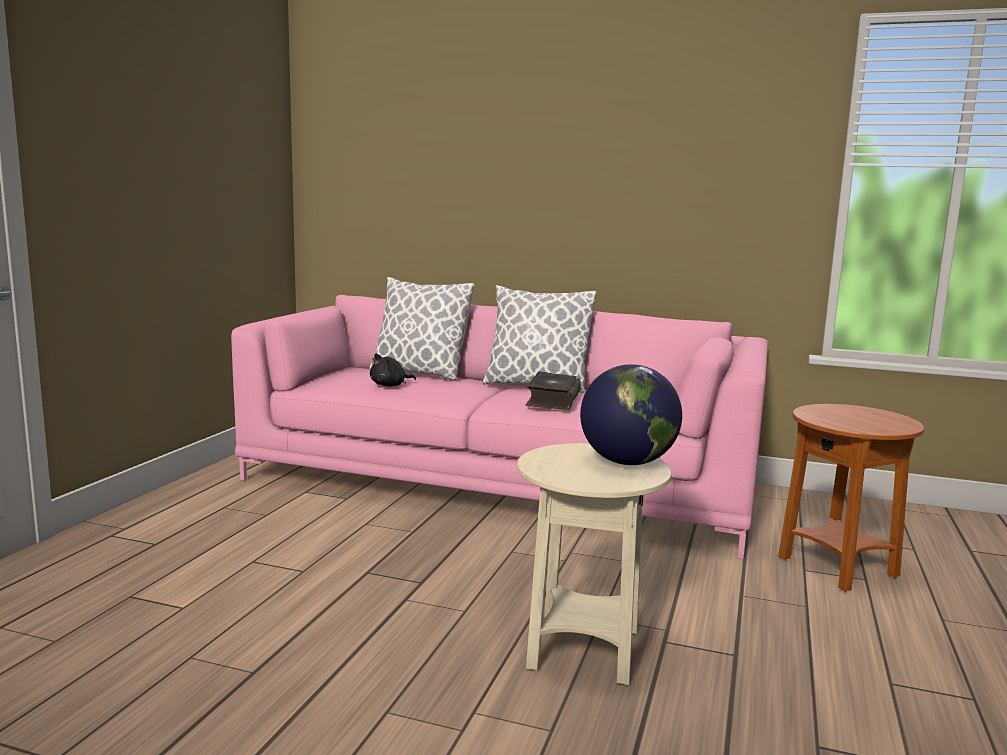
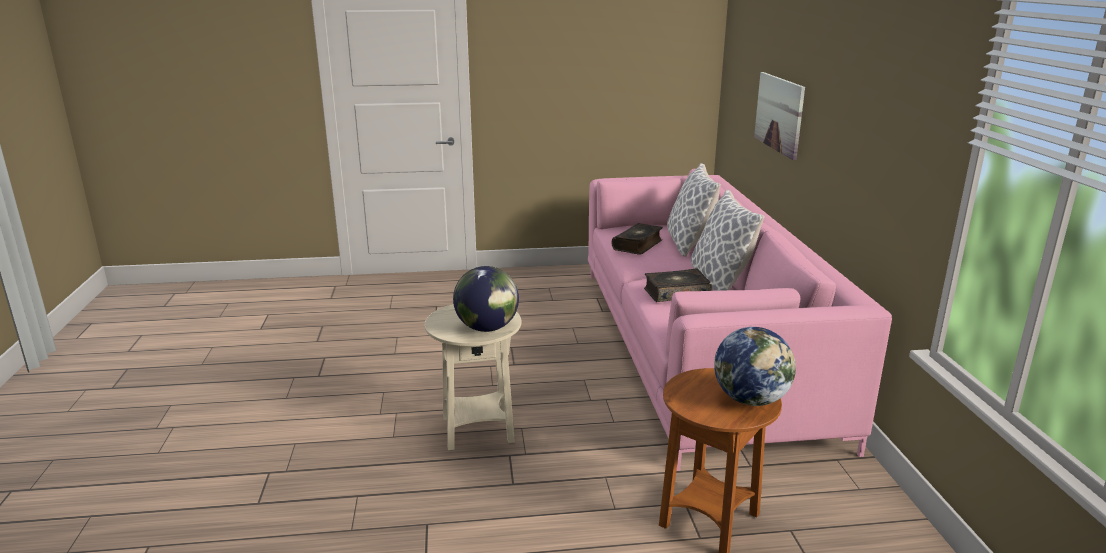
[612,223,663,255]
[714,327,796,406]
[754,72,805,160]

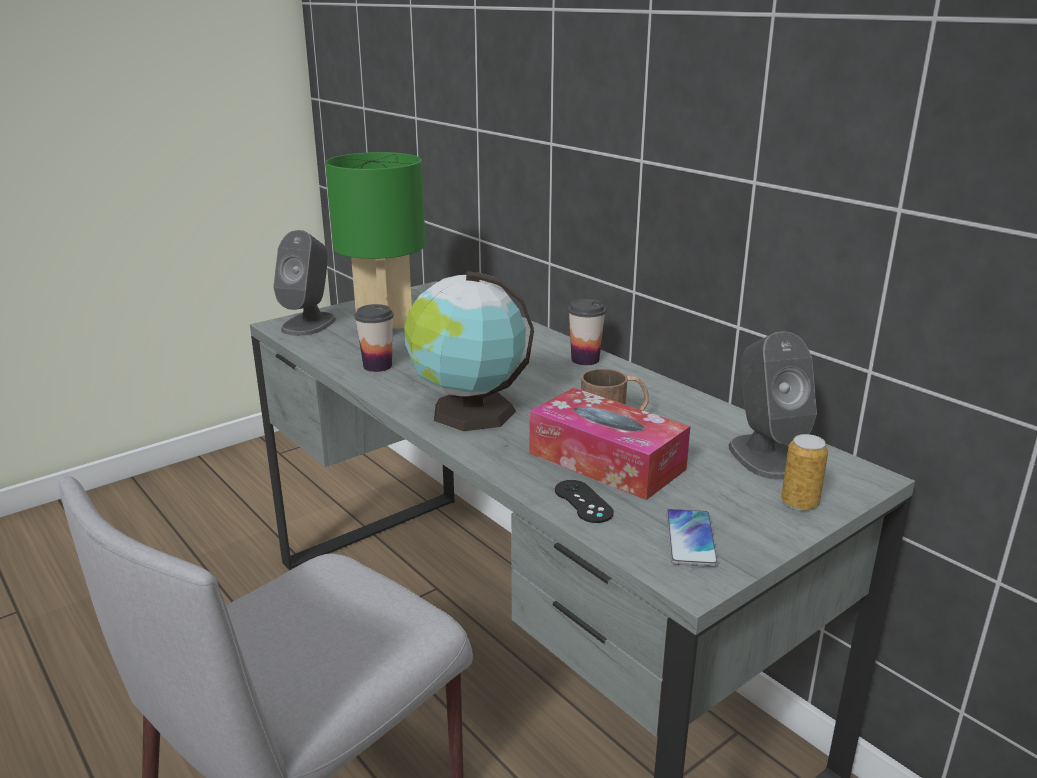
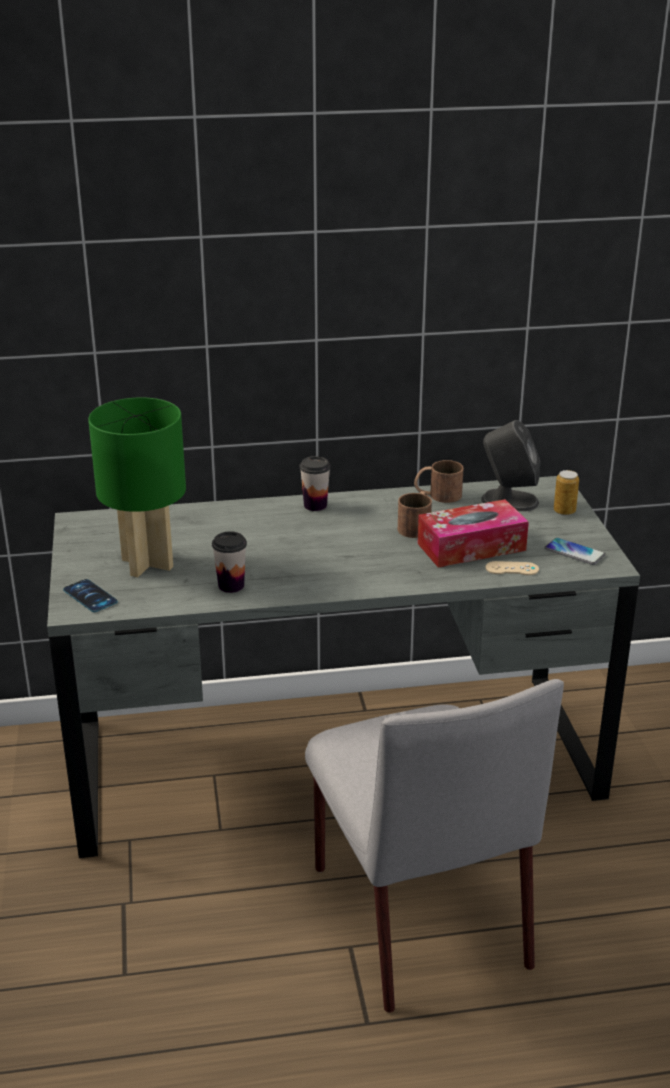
[63,579,118,612]
[404,271,534,431] (first image)
[485,561,539,575]
[414,460,464,503]

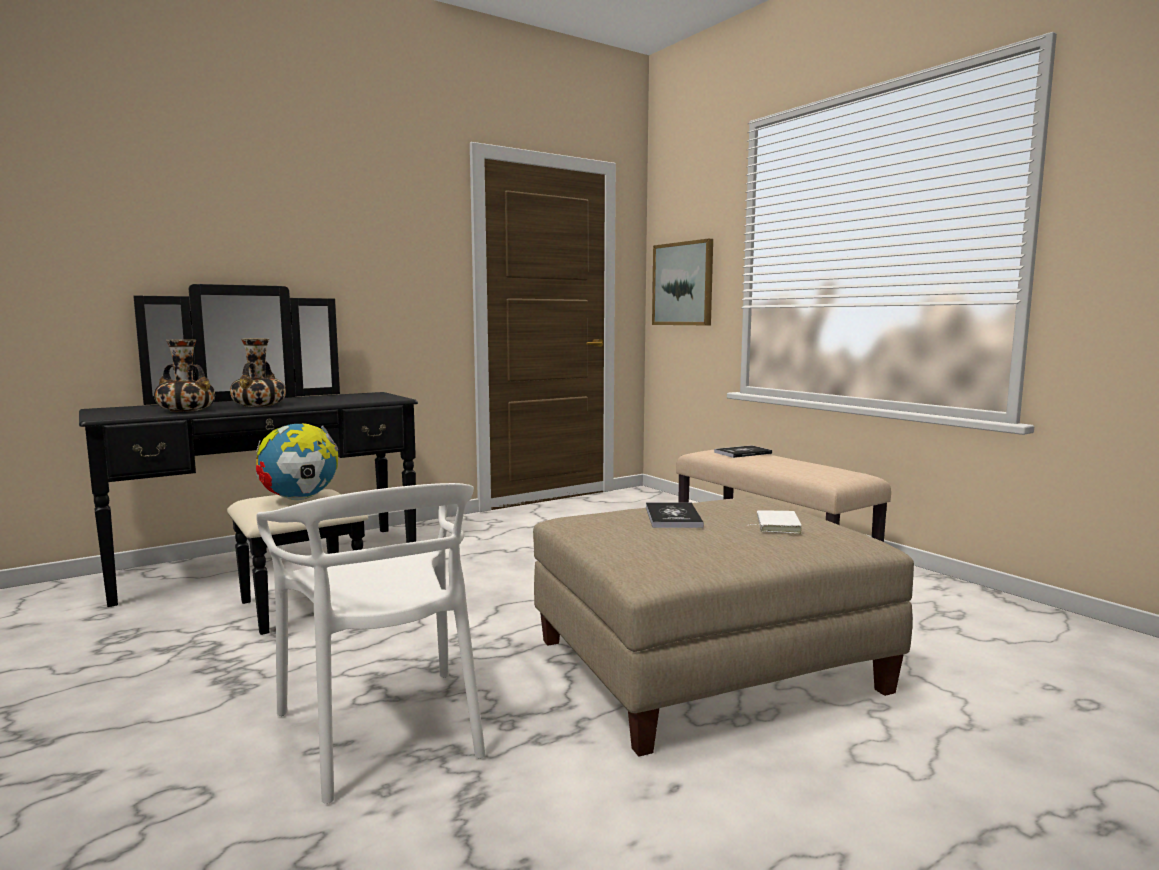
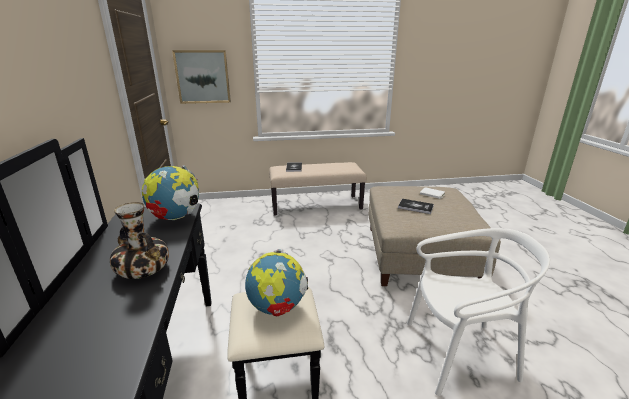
[154,339,215,412] (first image)
[142,165,199,220]

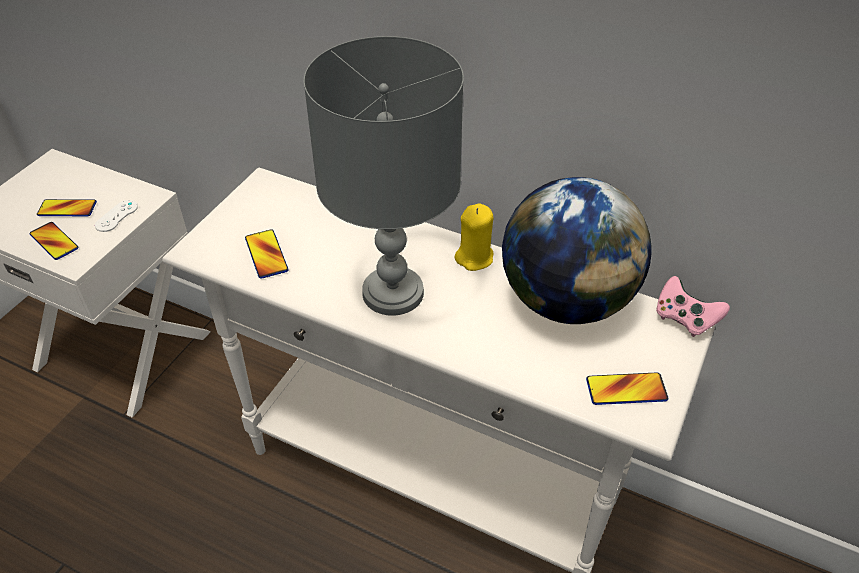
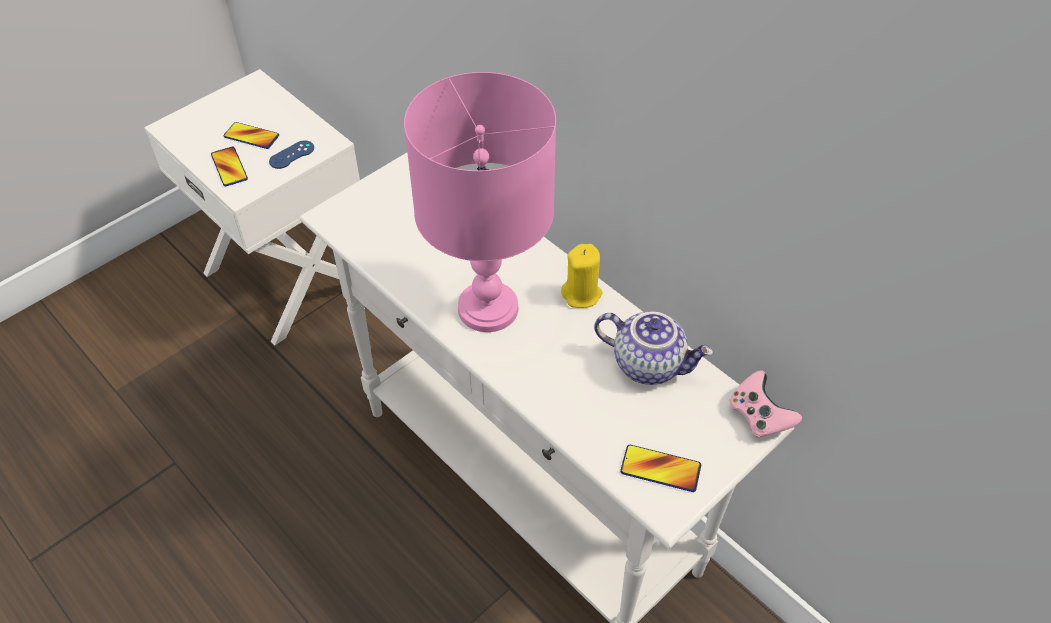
[269,141,314,169]
[245,229,288,279] (first image)
[404,72,556,332]
[594,312,713,385]

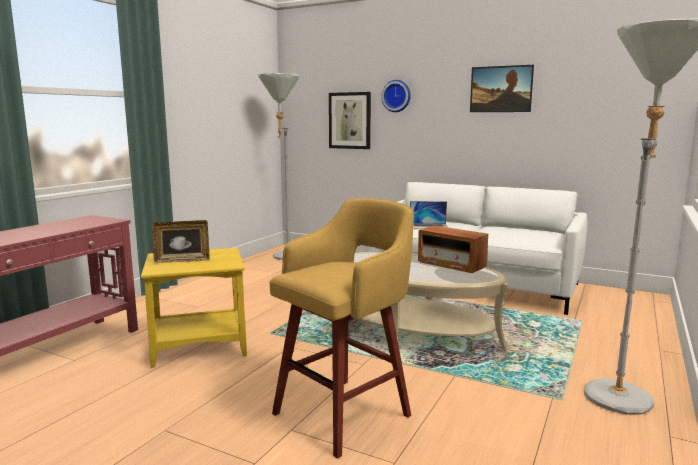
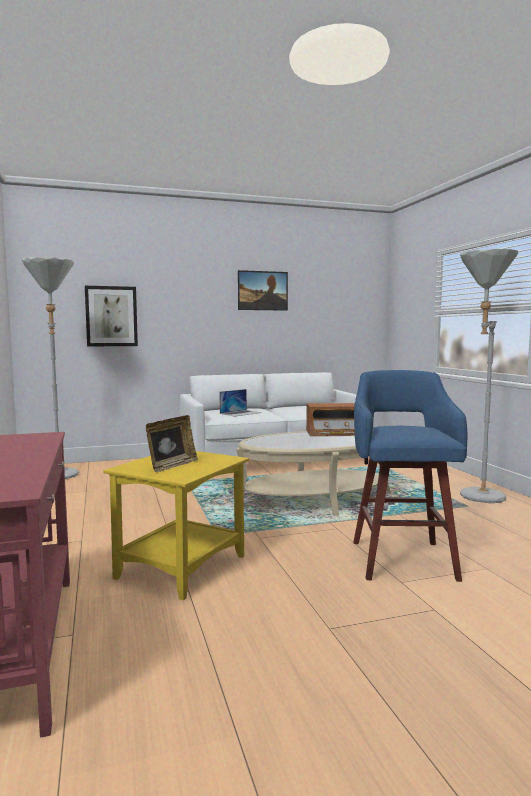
[353,370,467,582]
[381,80,411,112] (first image)

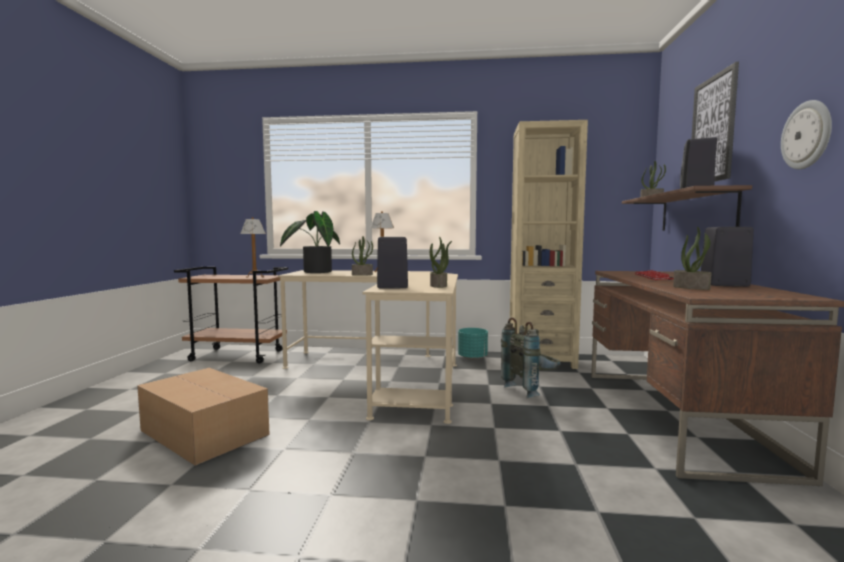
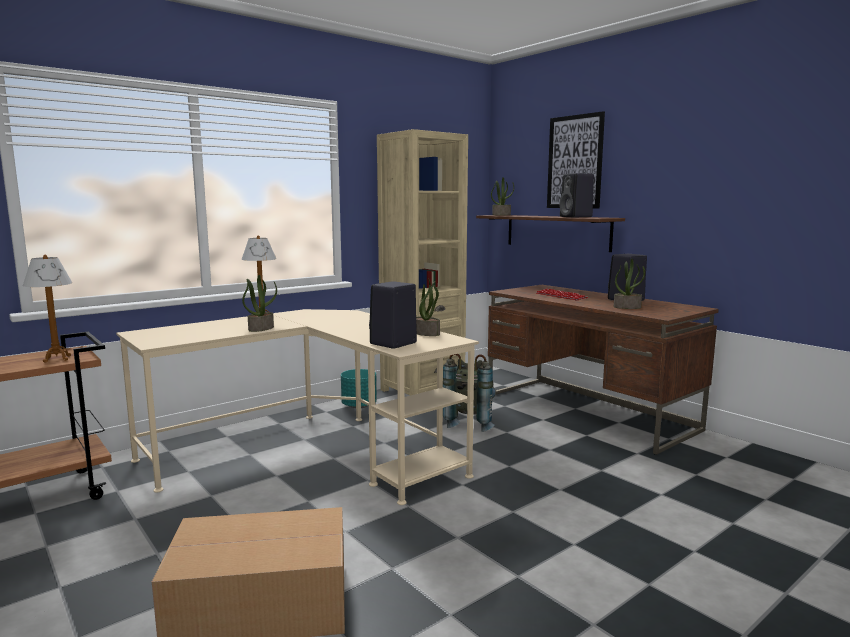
[280,211,340,273] (first image)
[781,100,832,169] (first image)

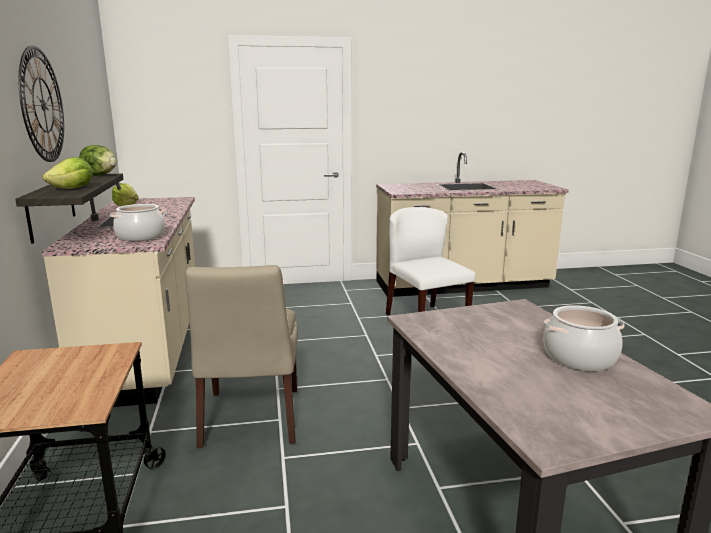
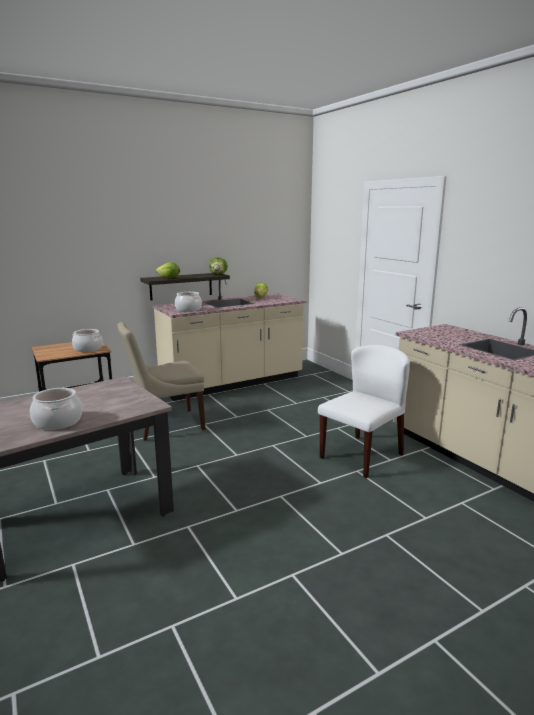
[18,45,64,162] (first image)
[72,329,103,352]

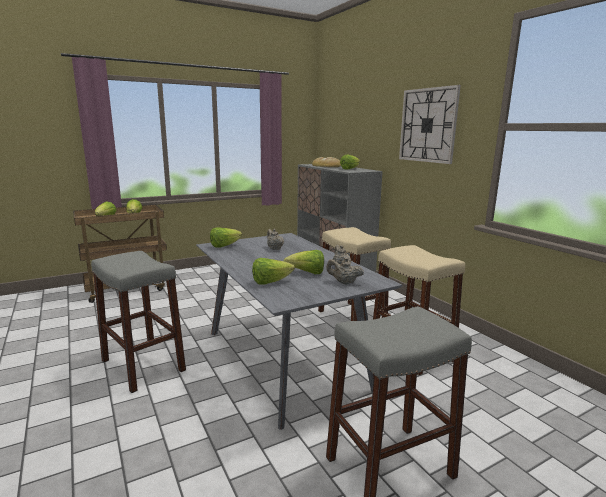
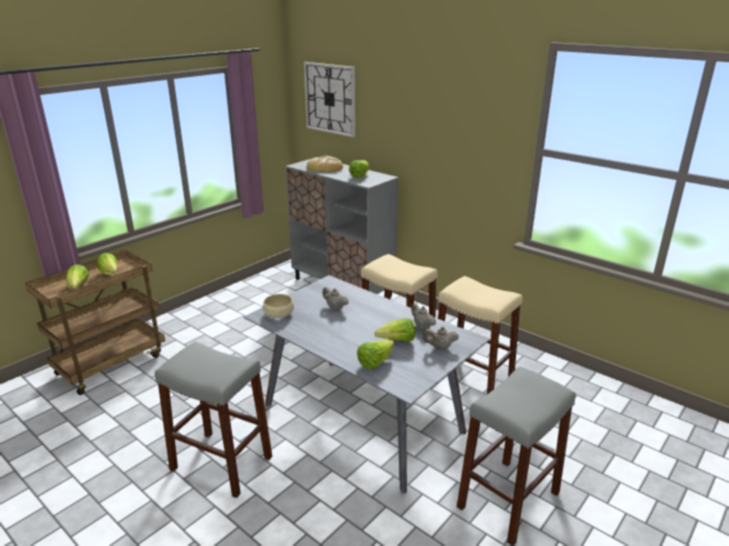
[263,294,294,318]
[304,62,355,137]

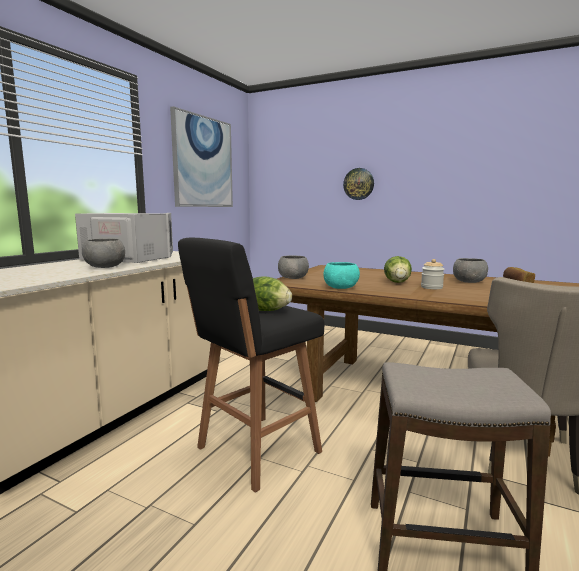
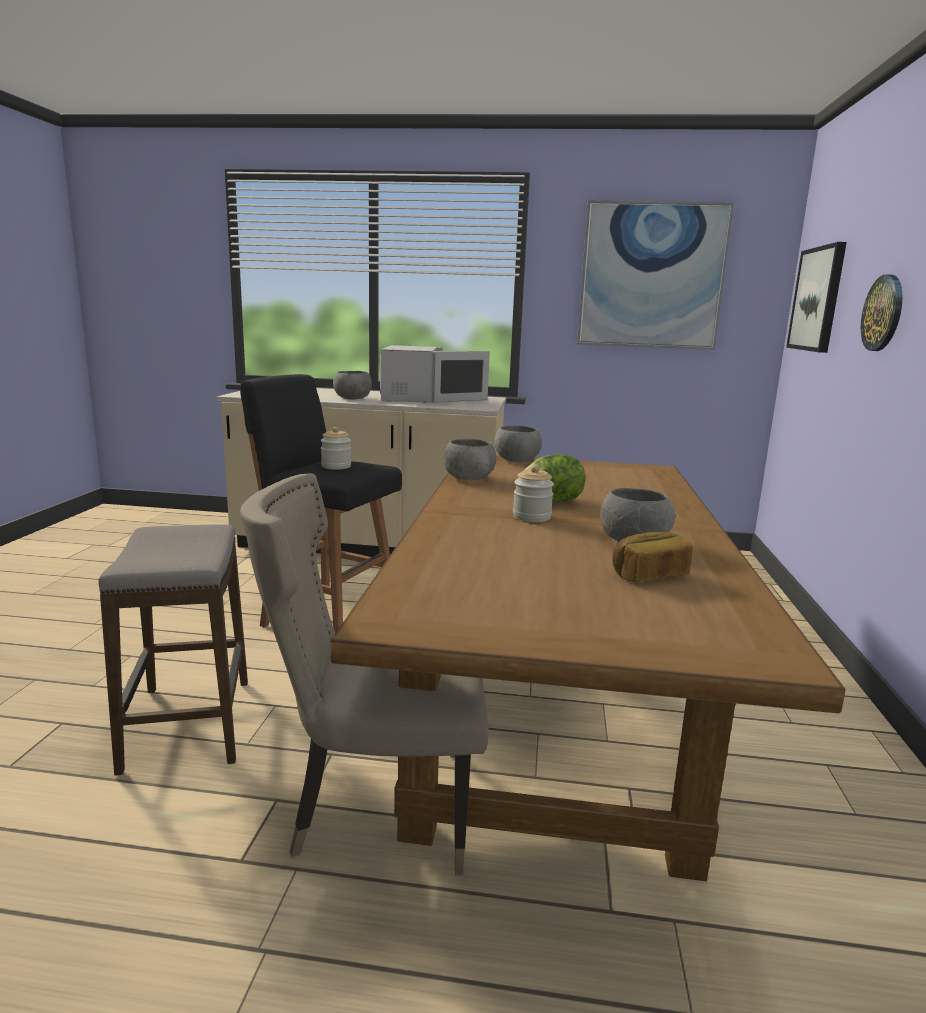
[321,427,351,469]
[443,439,496,480]
[786,242,847,353]

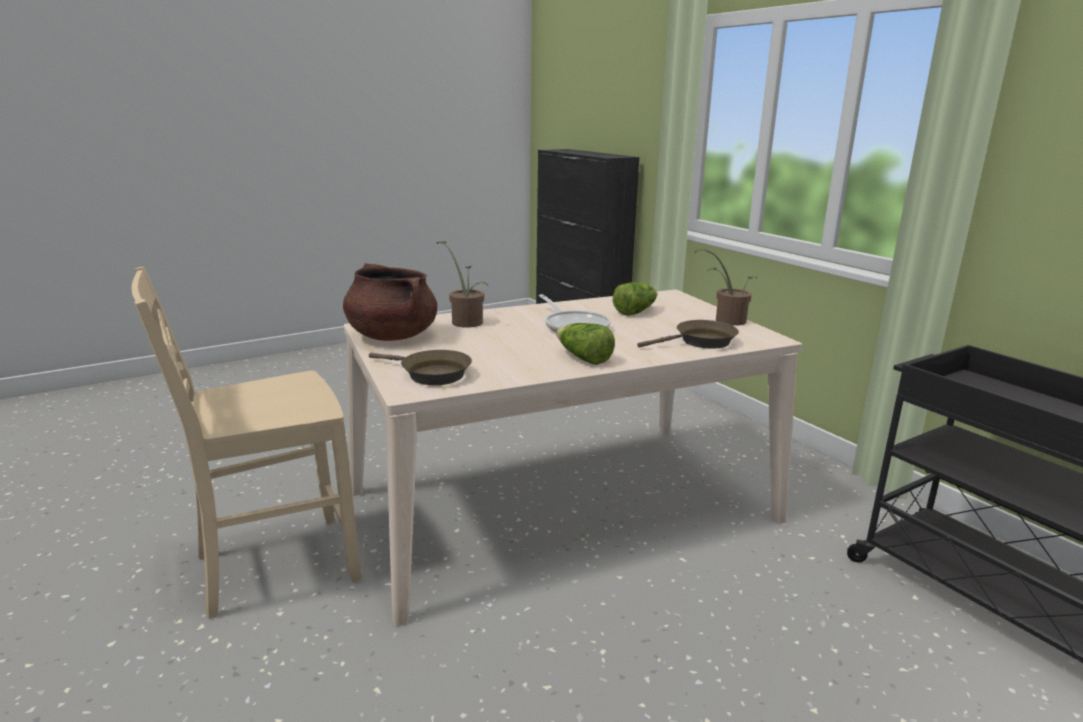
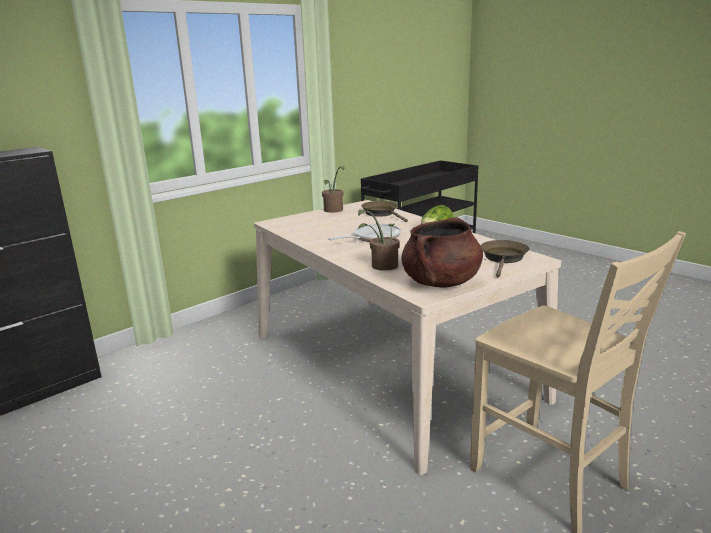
[613,282,658,316] (first image)

